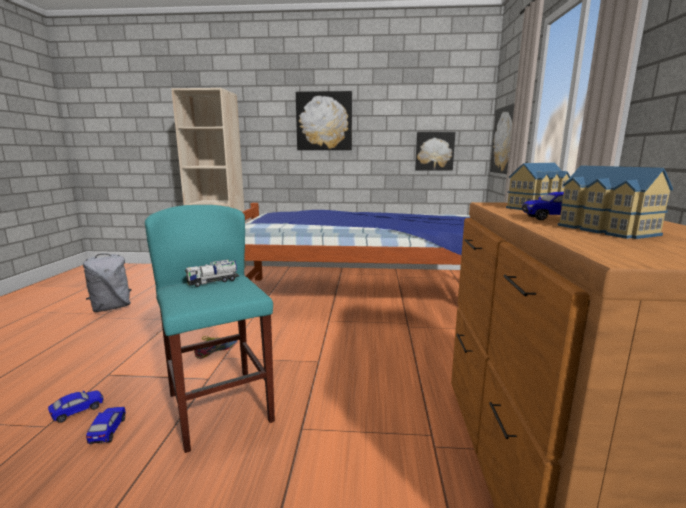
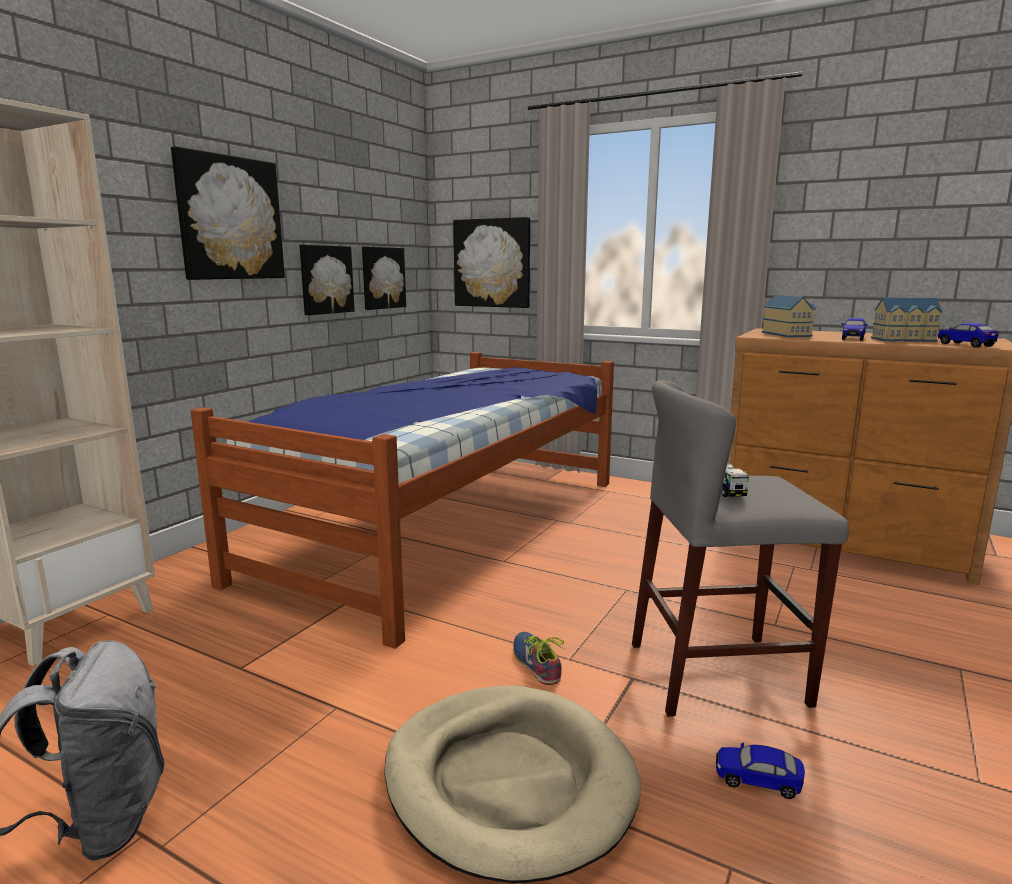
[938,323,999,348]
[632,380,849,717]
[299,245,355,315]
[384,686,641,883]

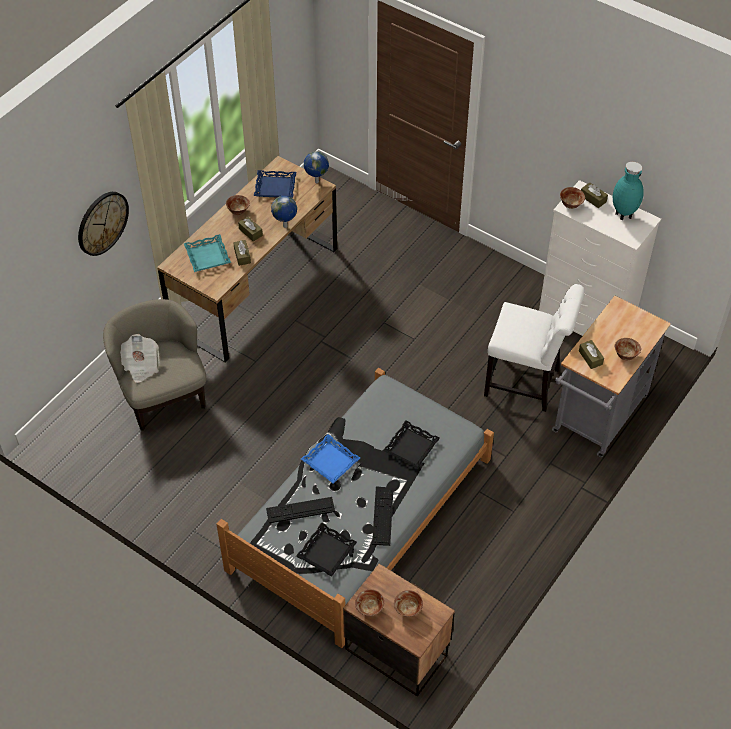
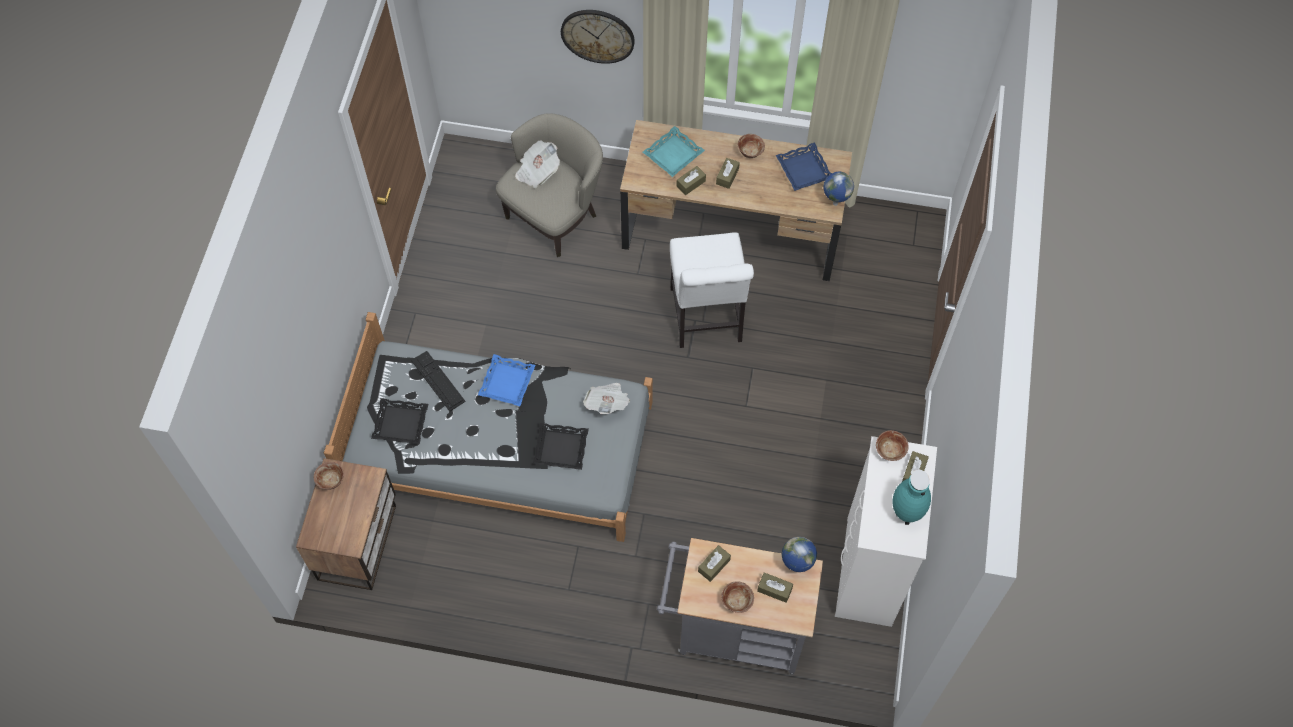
[782,537,817,572]
[372,486,393,546] (first image)
[394,590,423,617] (first image)
[670,233,754,348]
[583,383,630,414]
[757,573,793,603]

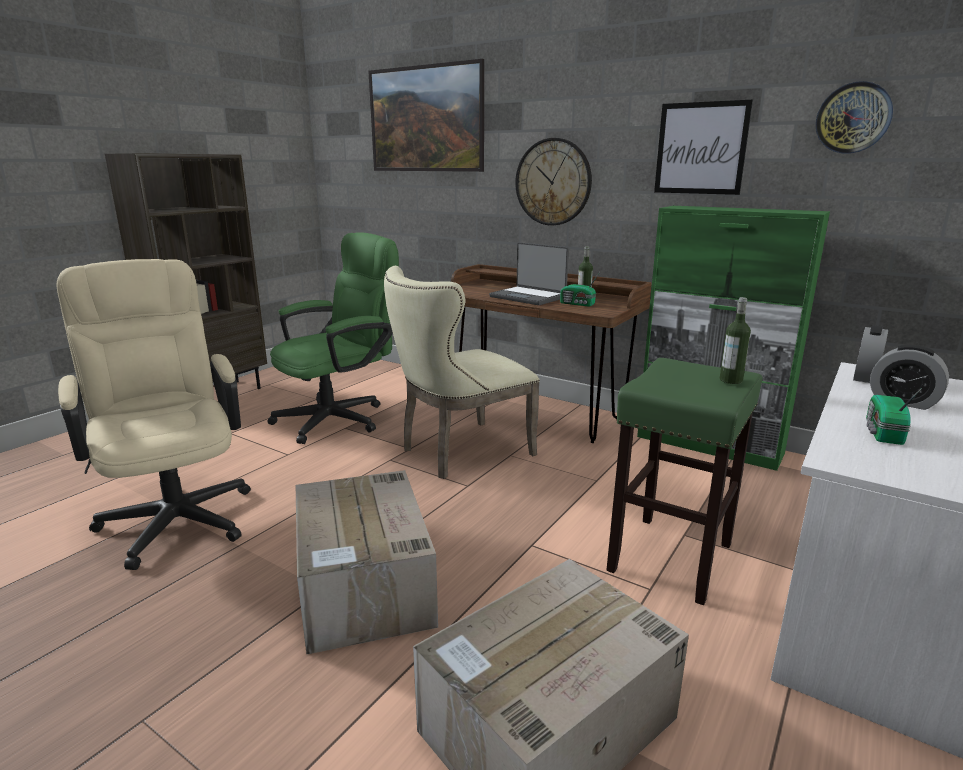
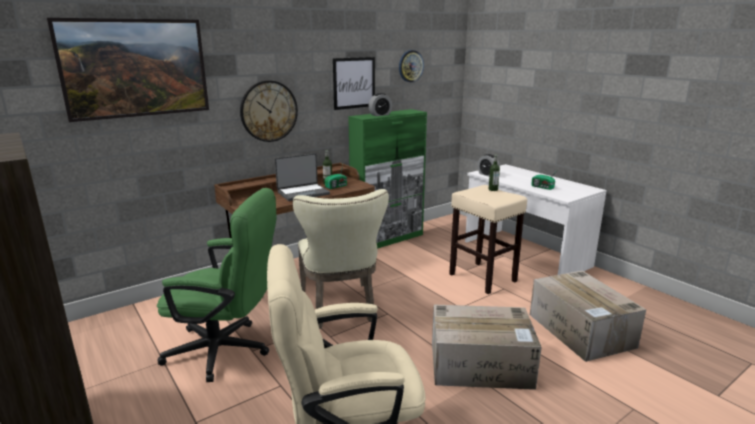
[157,188,276,382]
[449,185,527,294]
[368,93,392,116]

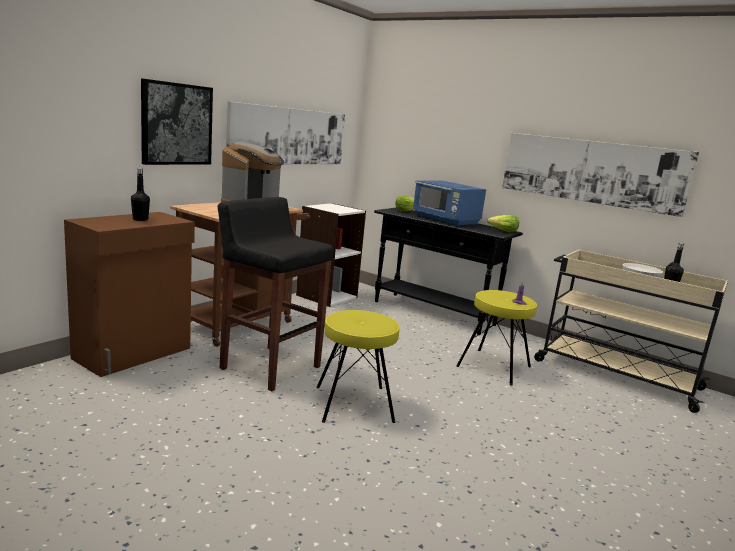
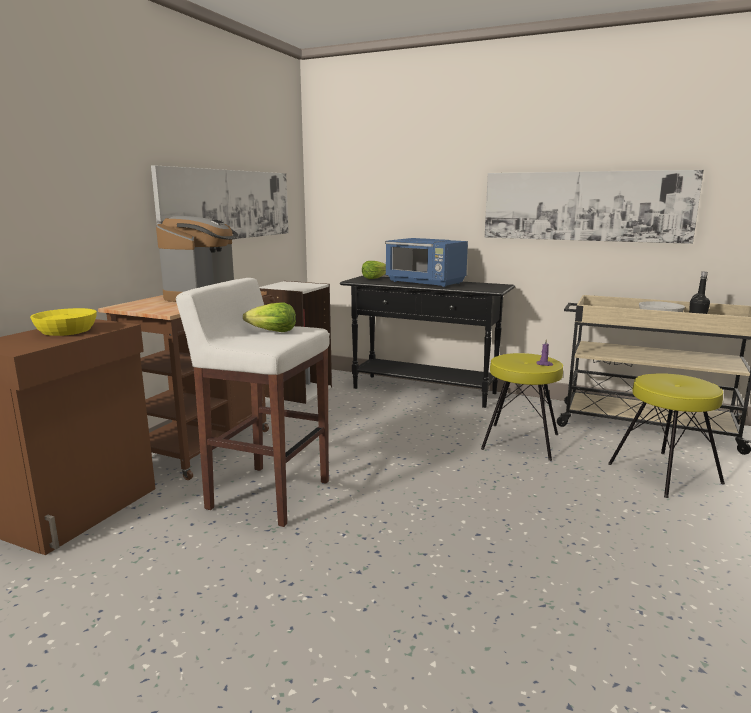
[30,308,97,336]
[141,79,213,165] (first image)
[176,278,329,527]
[608,373,725,498]
[243,303,296,332]

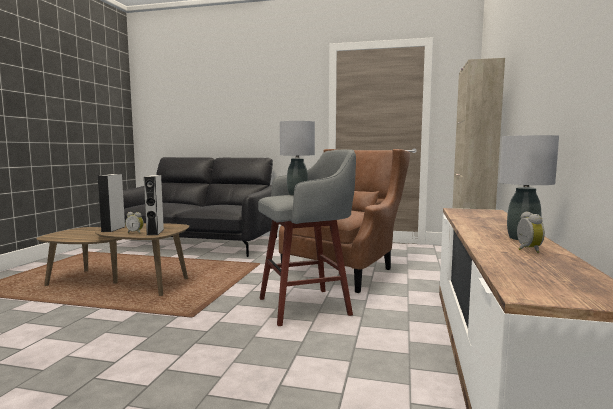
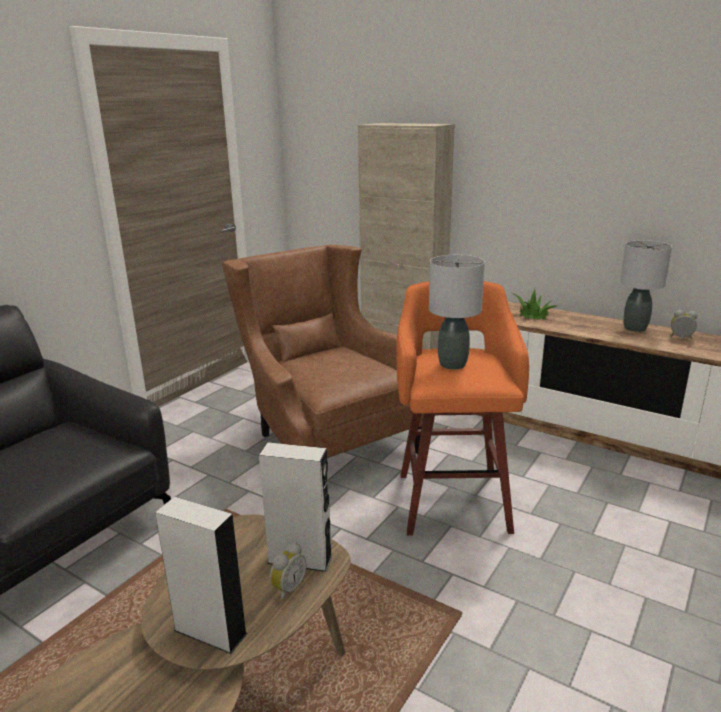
[396,281,529,535]
[512,288,557,320]

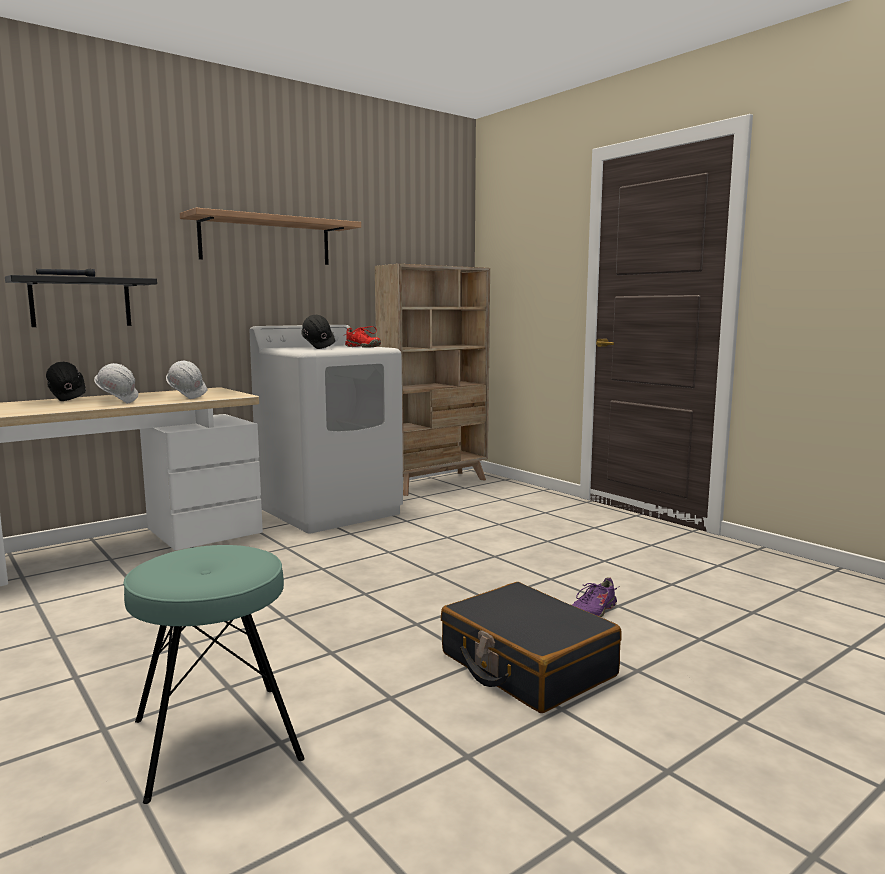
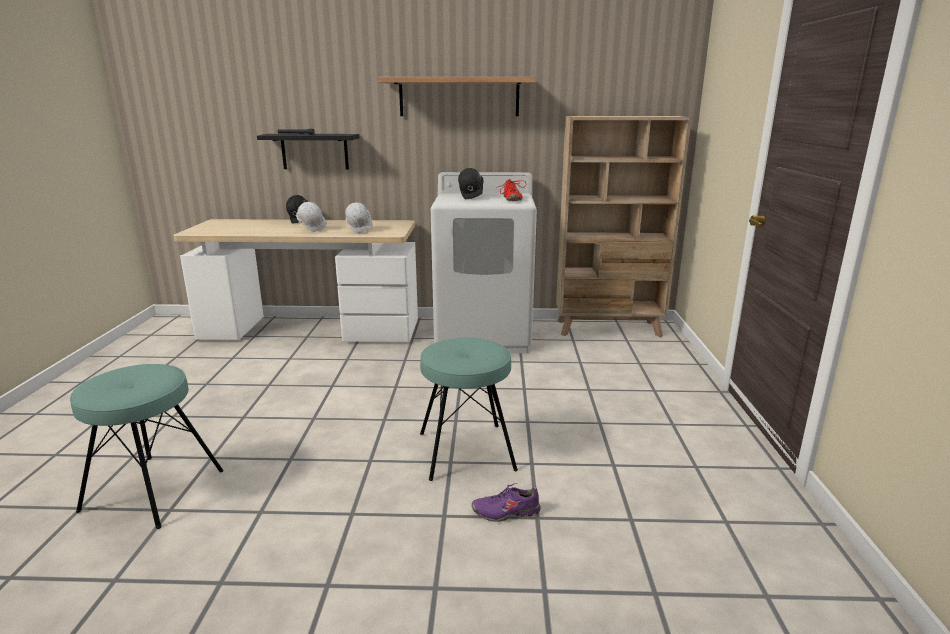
[441,582,622,713] (first image)
[420,337,518,481]

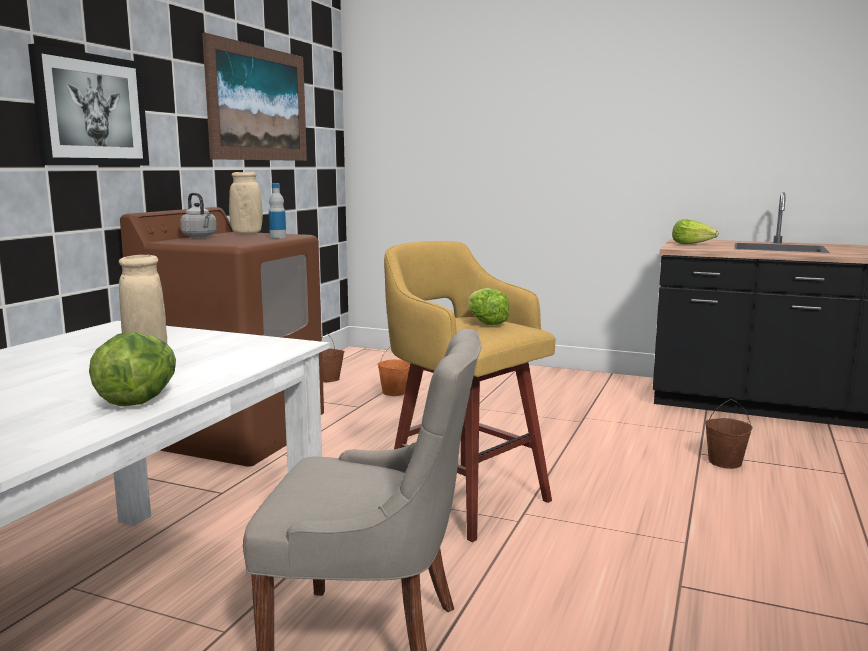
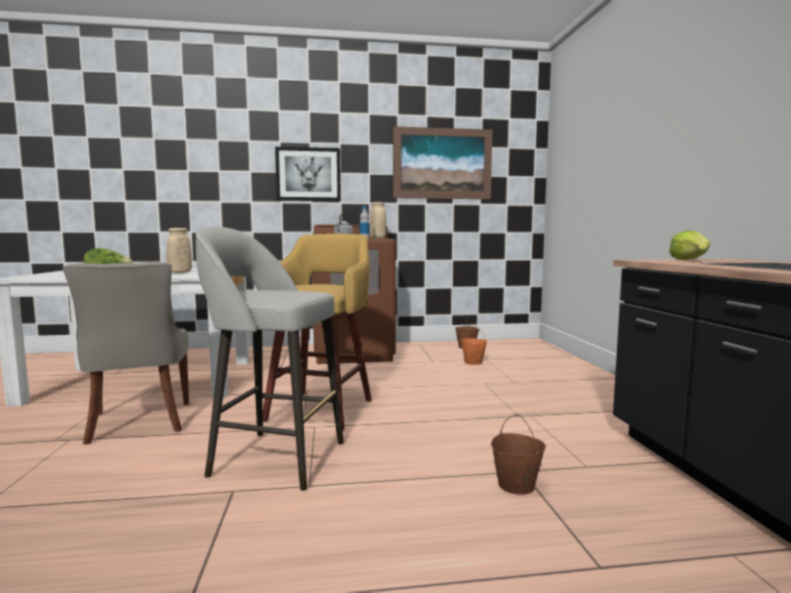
[468,288,510,325] (first image)
[196,226,344,491]

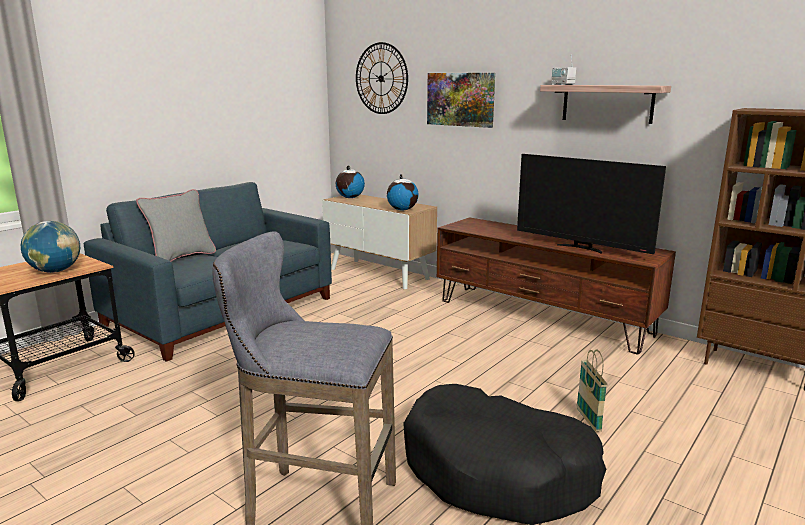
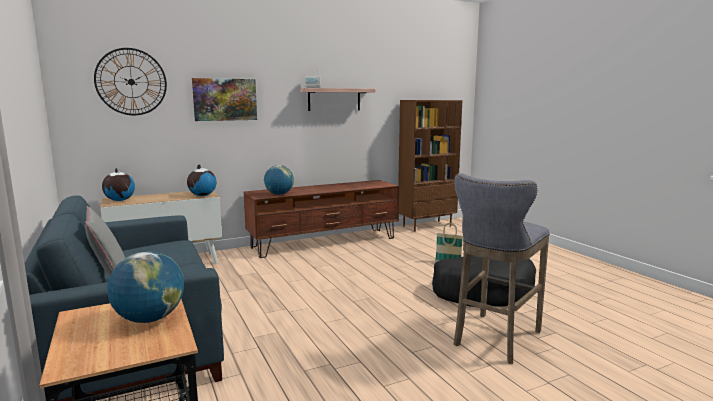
[517,154,666,254] (first image)
[264,165,294,195]

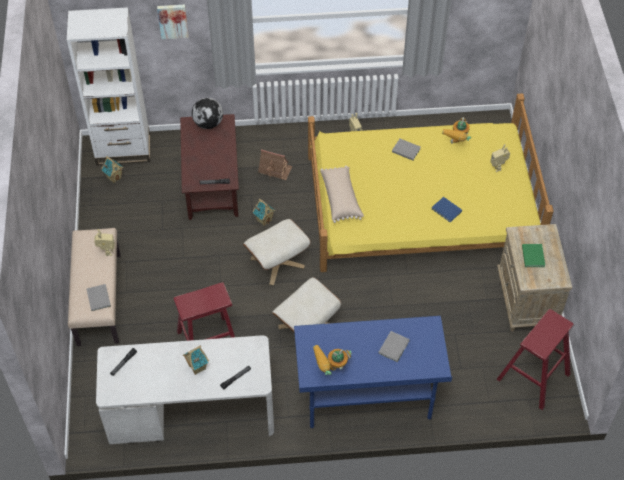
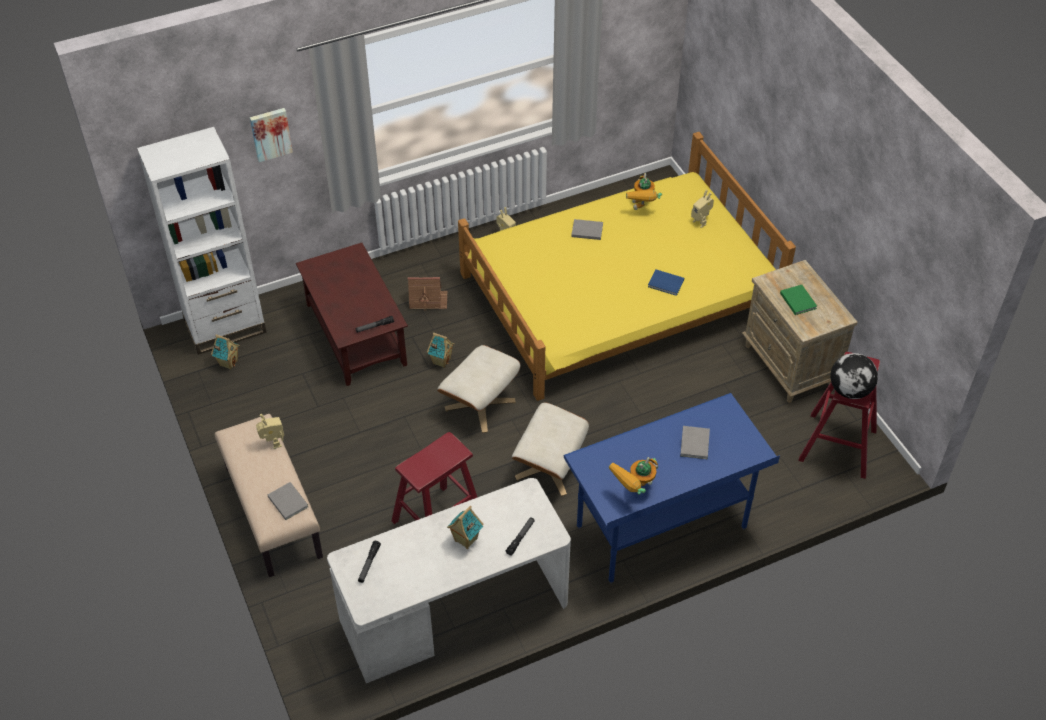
[830,353,878,399]
[320,166,364,223] (first image)

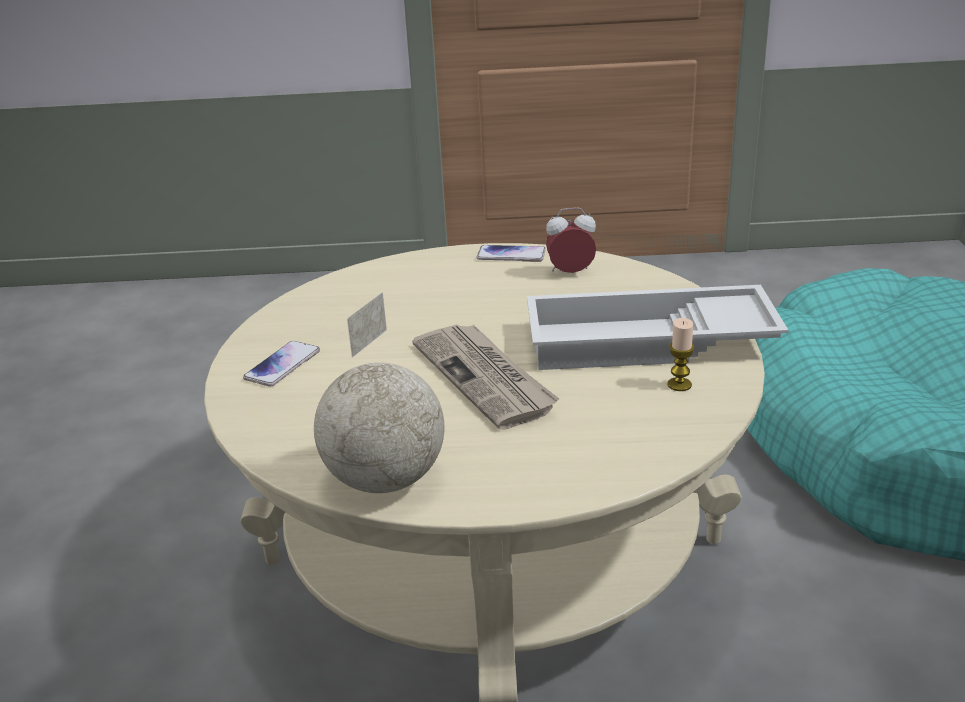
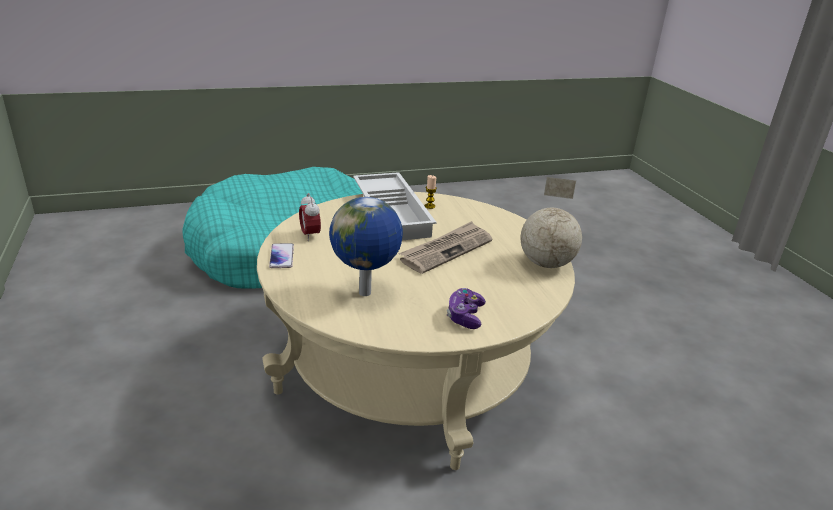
[447,288,486,329]
[329,197,403,296]

